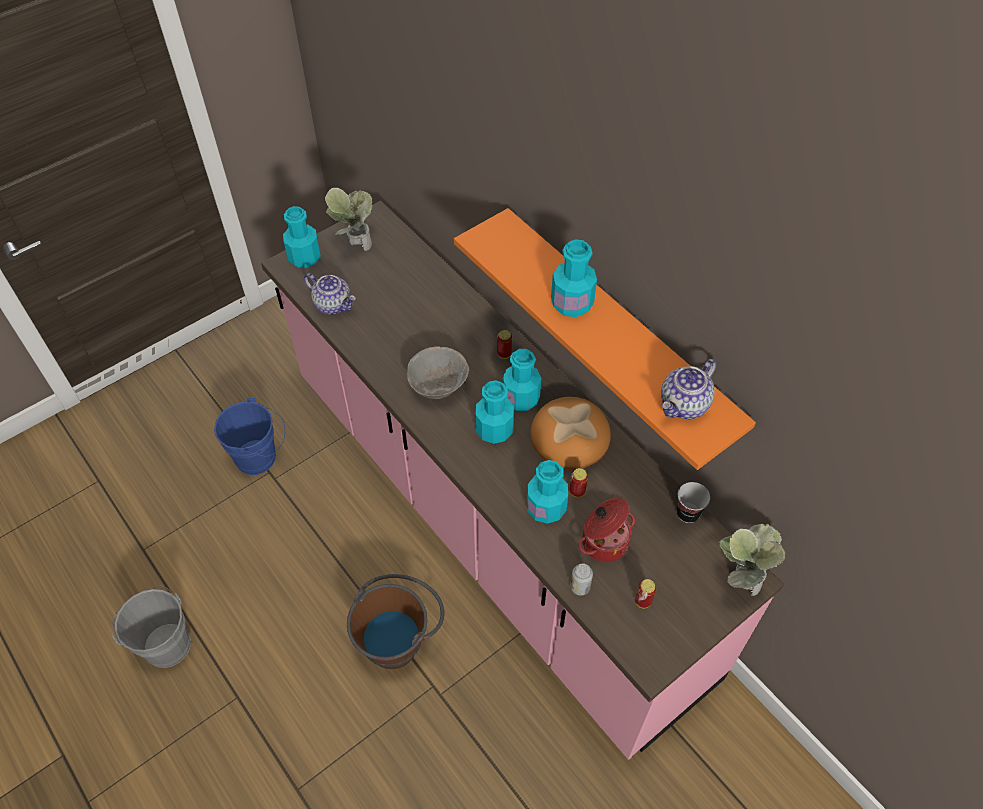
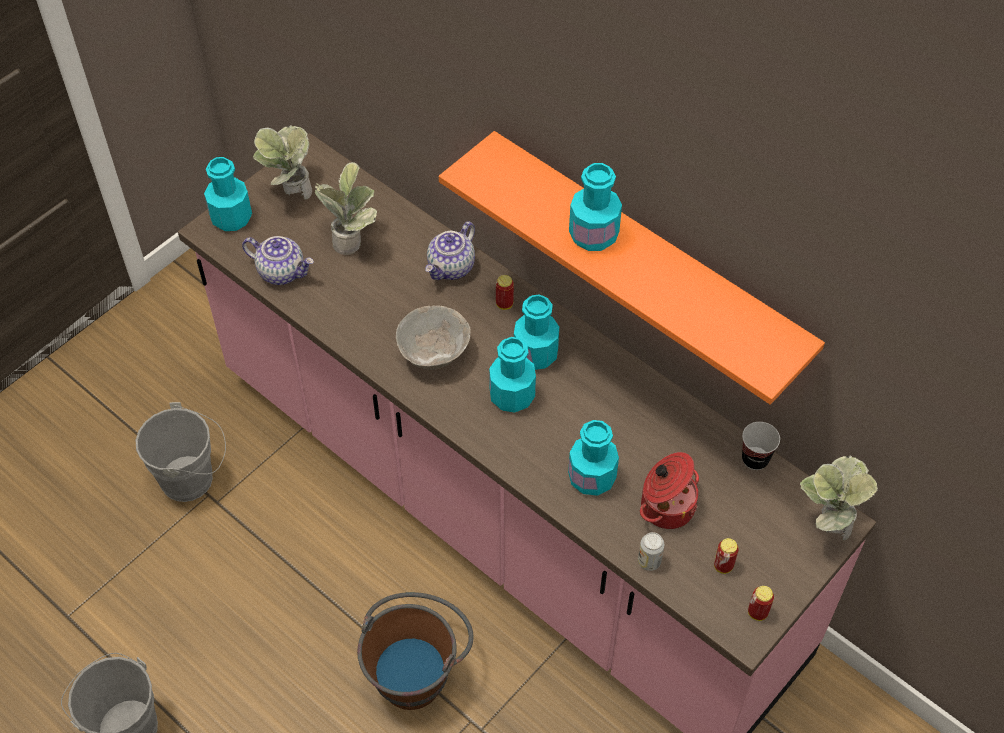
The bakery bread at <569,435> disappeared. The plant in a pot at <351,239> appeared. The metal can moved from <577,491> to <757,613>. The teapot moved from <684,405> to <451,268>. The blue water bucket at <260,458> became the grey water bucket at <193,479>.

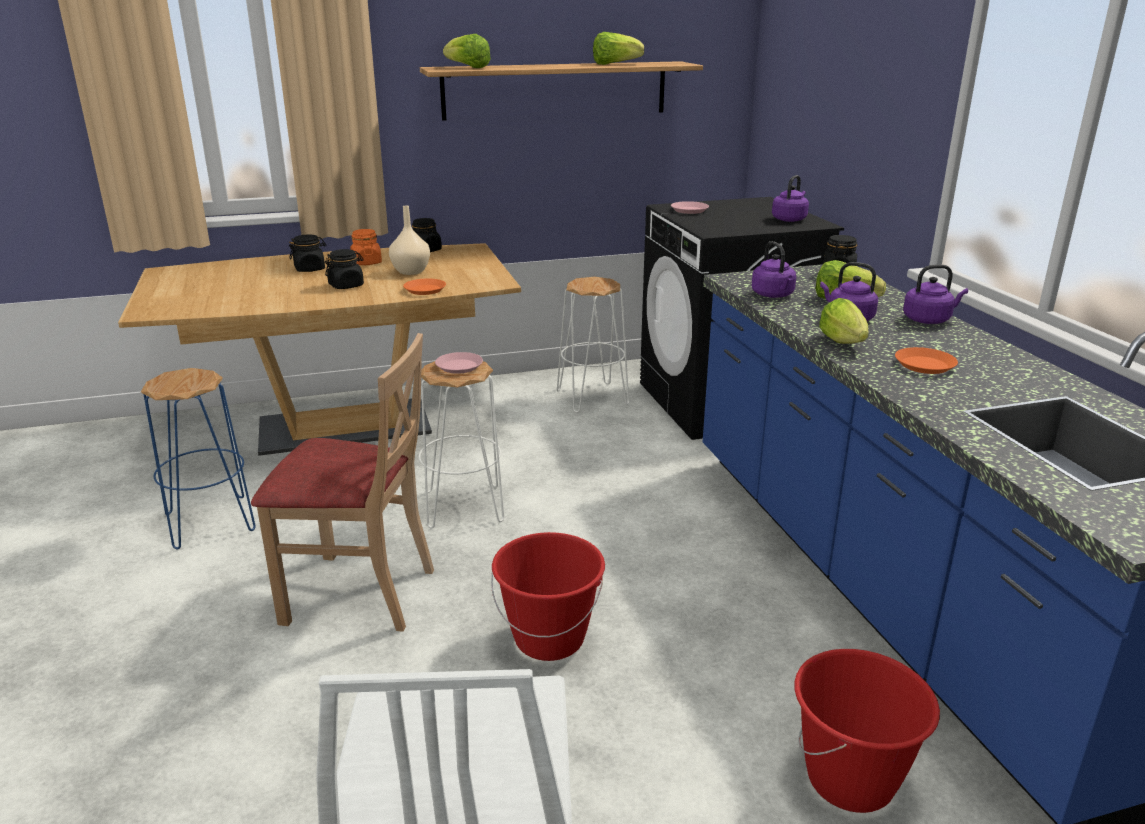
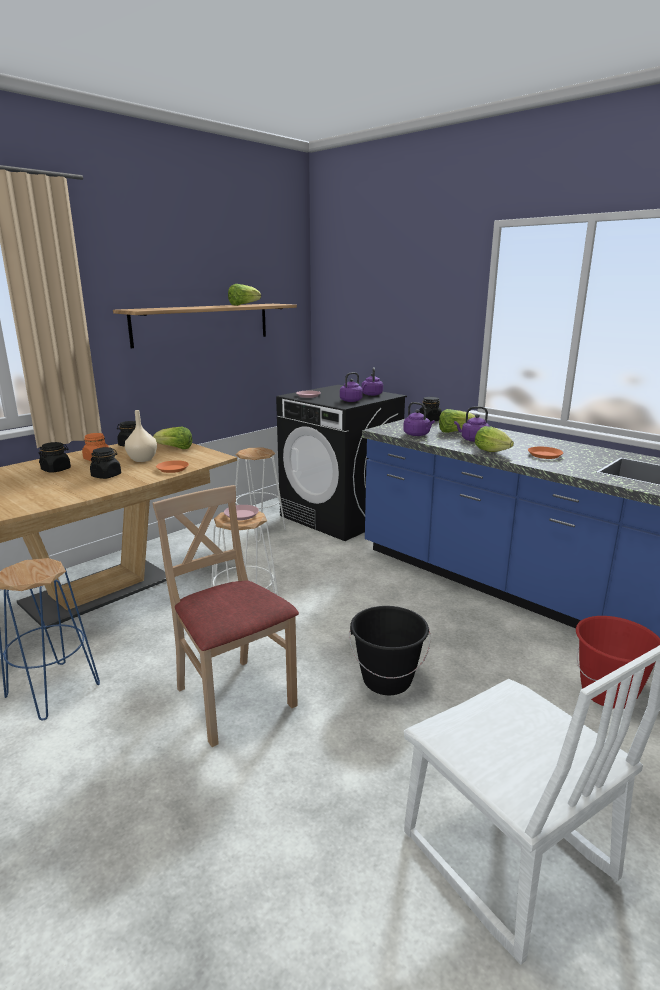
The lettuce moved from <467,67> to <175,448>. The purple kettle moved from <929,320> to <352,400>. The red-coloured water bucket at <549,639> became the blackish water bucket at <387,680>. The beige-coloured chair at <360,593> turned 105 degrees counterclockwise.

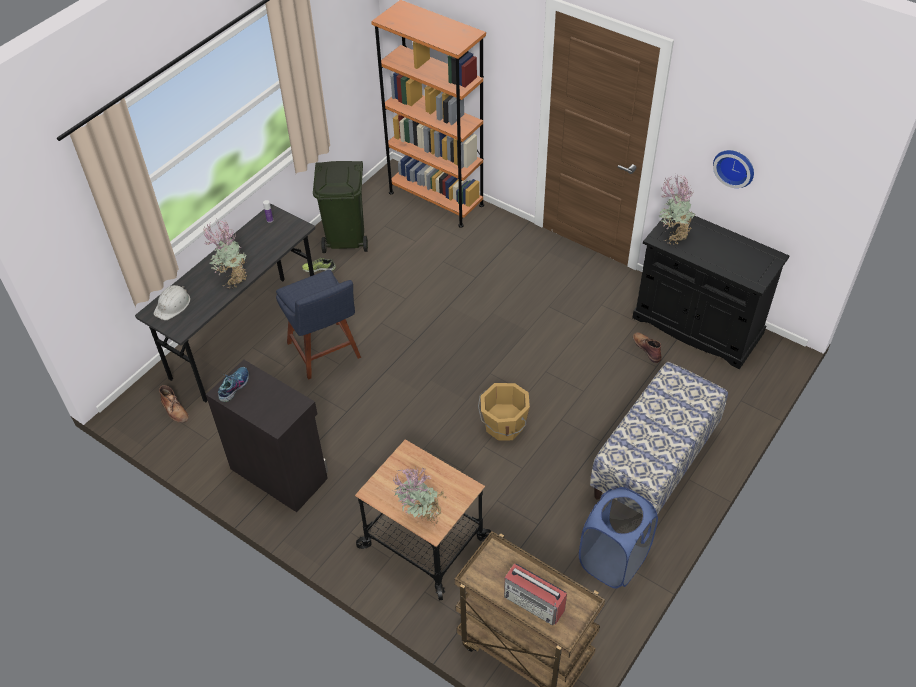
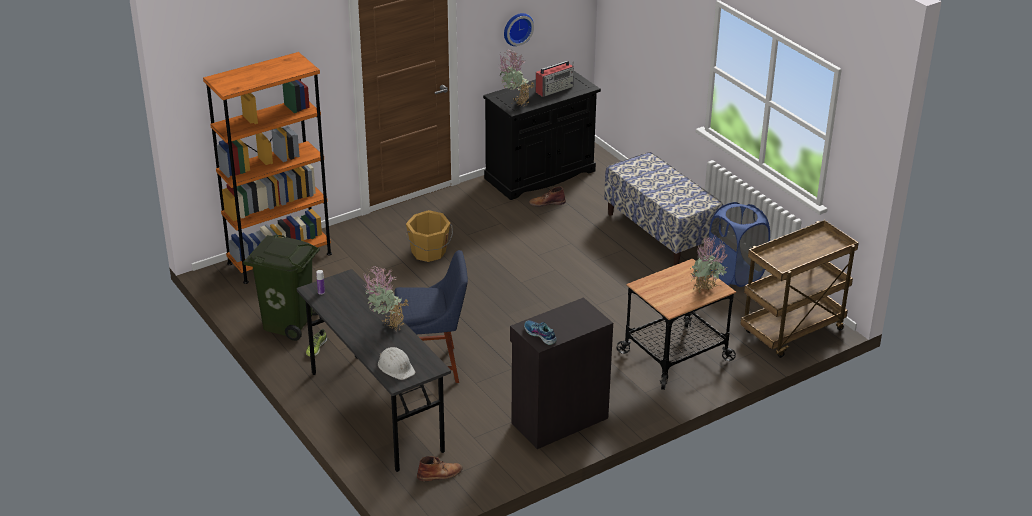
The orange water bucket moved from <503,426> to <429,252>. The radio receiver moved from <534,603> to <555,89>.

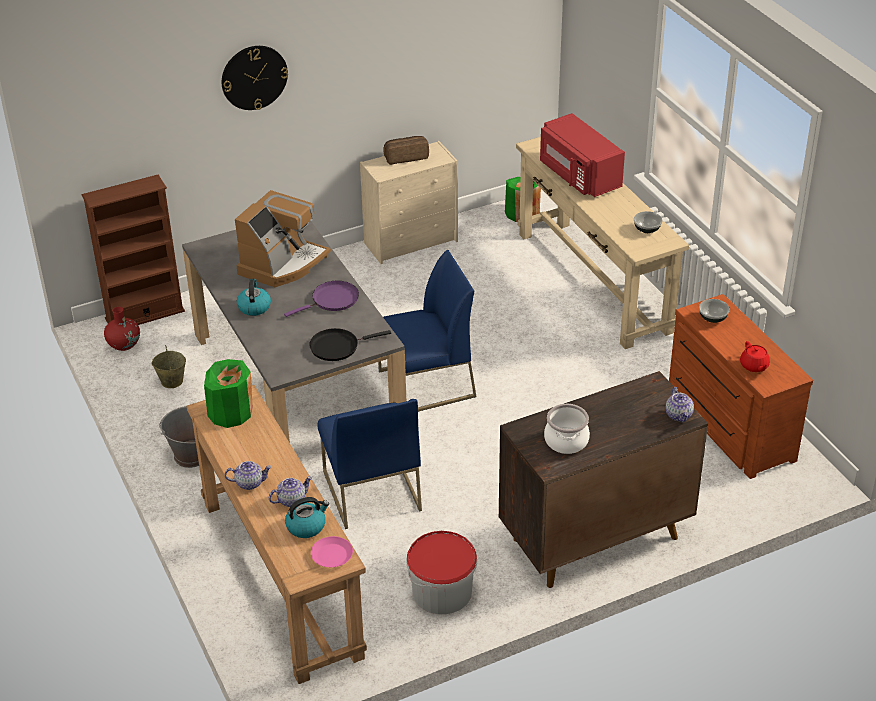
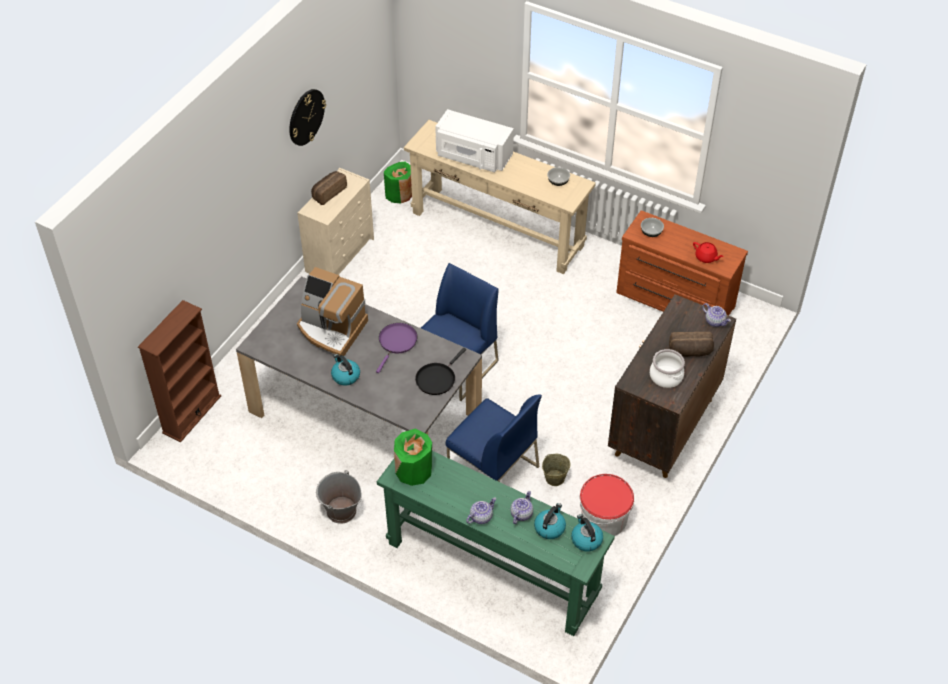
The red-coloured flower vase at <124,344> disappeared. The bakery bread at <690,352> appeared. The beige-coloured water bucket moved from <171,381> to <554,478>. The hanging clock moved from <254,77> to <306,117>. The pink-coloured plate at <331,555> was replaced by the kettle at <586,539>. The brownish hall table at <281,578> became the green-coloured hall table at <492,568>. The red-coloured microwave at <578,175> became the whitish microwave at <473,156>. The coffee machine at <283,264> turned 120 degrees clockwise.

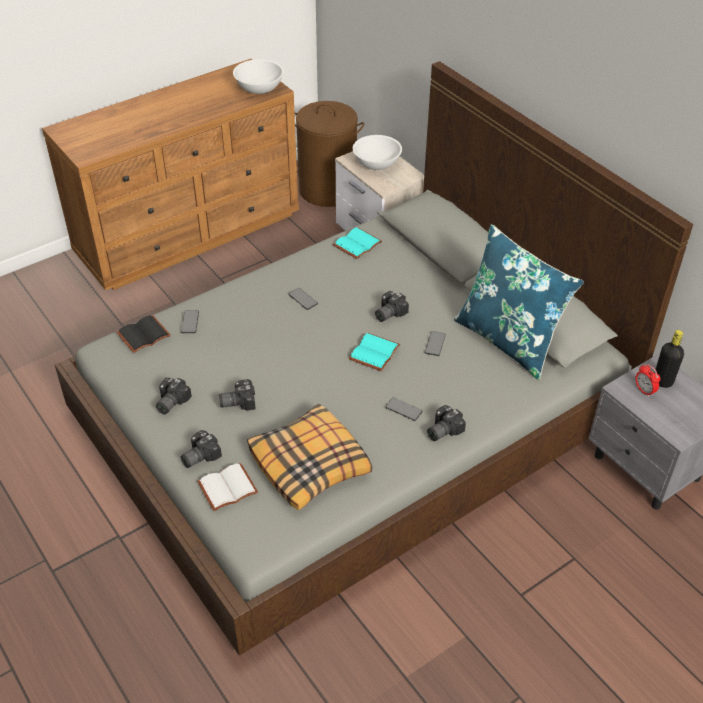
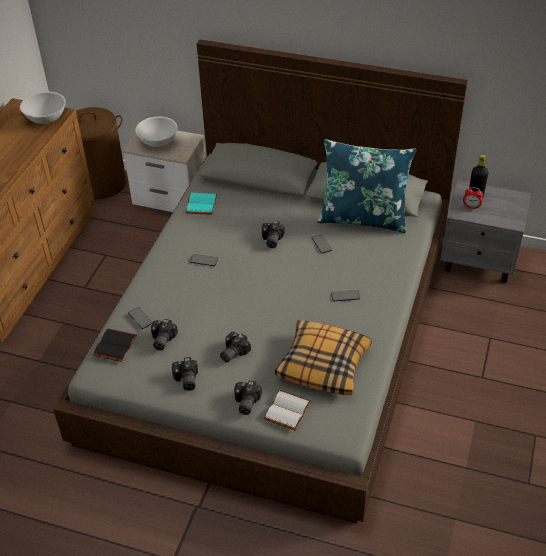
The turquoise book at <375,353> disappeared. The photo camera moved from <441,430> to <161,340>.

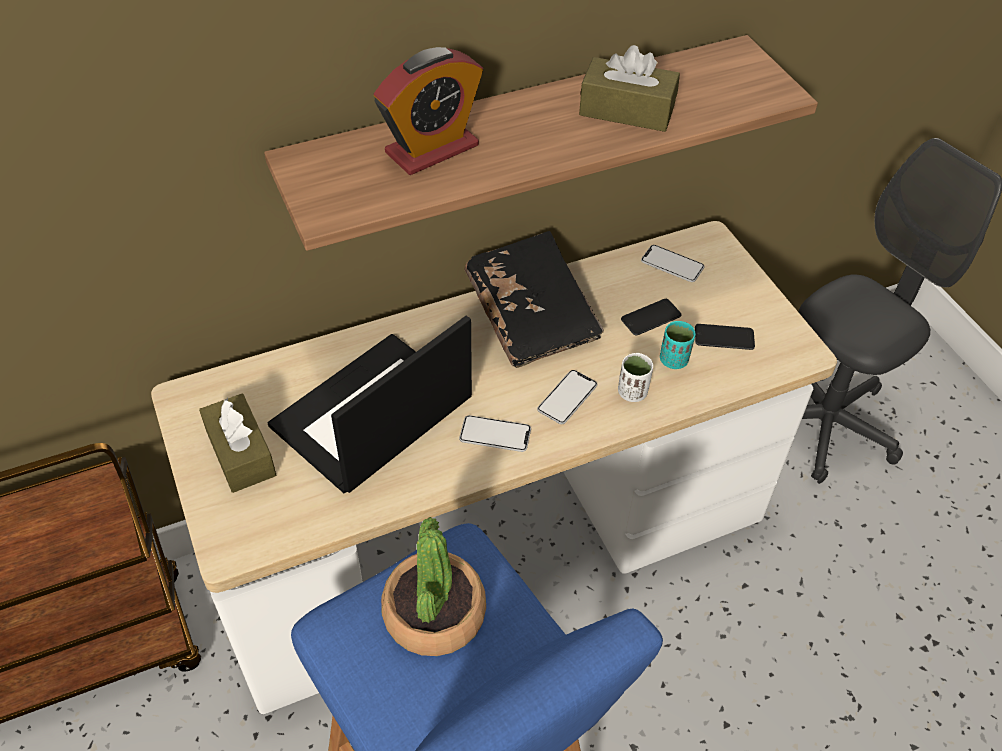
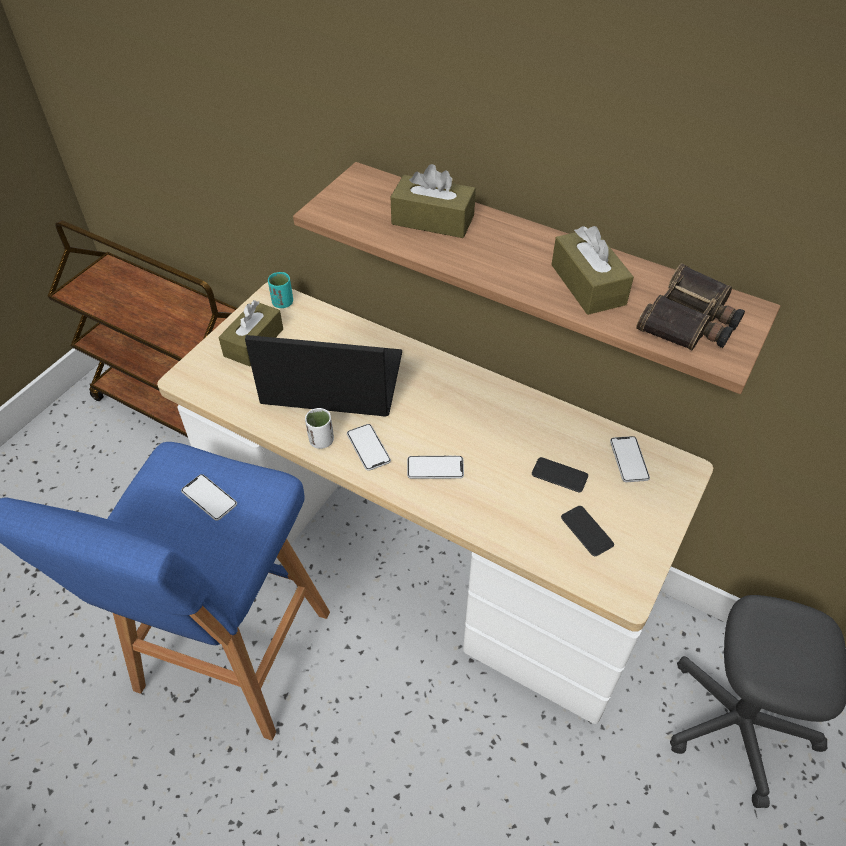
The blackish book at <531,315> disappeared. The pair of binoculars at <690,320> appeared. The whitish small cup moved from <632,392> to <321,441>. The turquoise small cup moved from <673,360> to <283,303>. The bedside clock at <432,149> was replaced by the brownish tissue holder at <433,220>. The plant in a pot at <434,613> was replaced by the telephone at <209,498>.

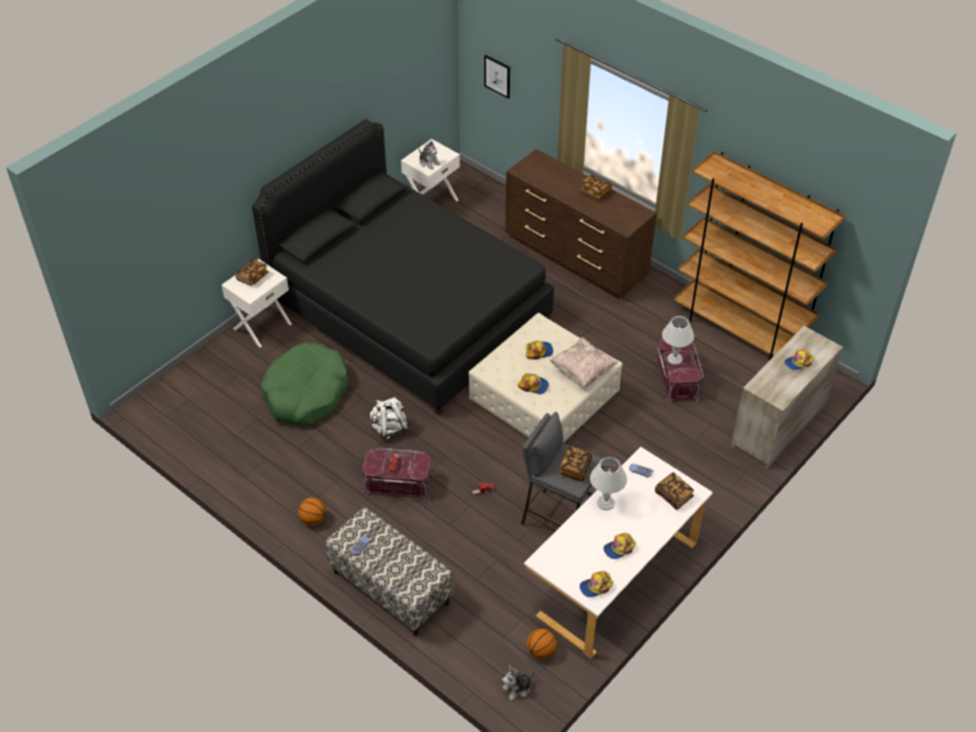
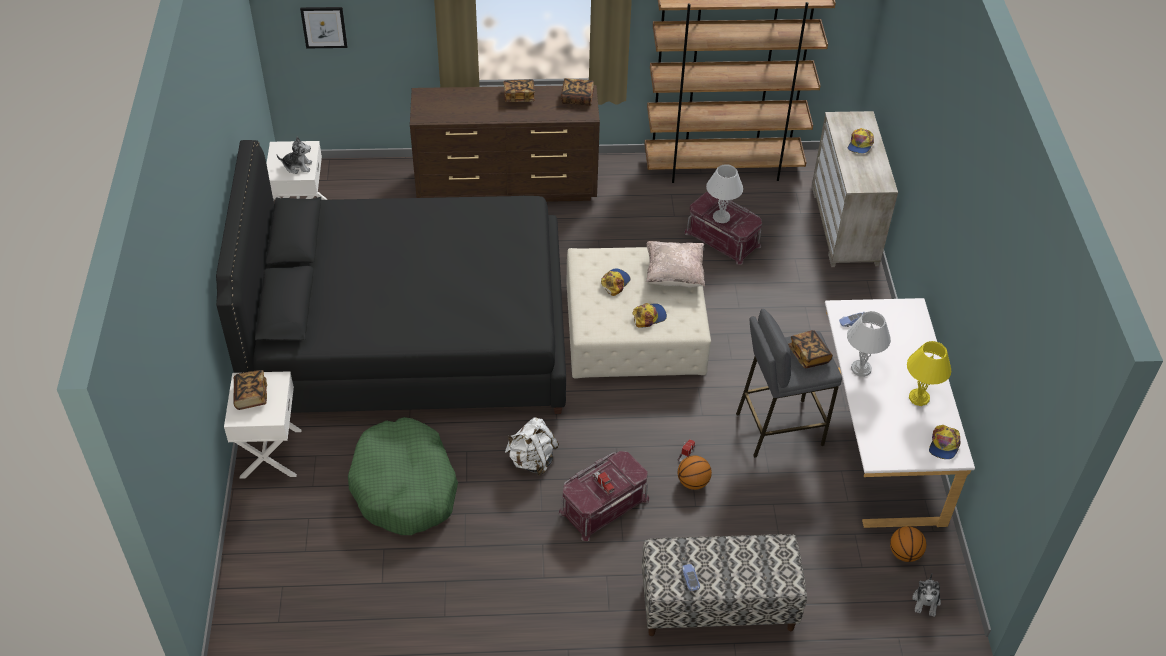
The ball for basketball moved from <313,519> to <693,482>. The book moved from <673,496> to <577,98>. The baseball cap at <619,548> was replaced by the yellow-coloured tabletop lamp at <919,398>.

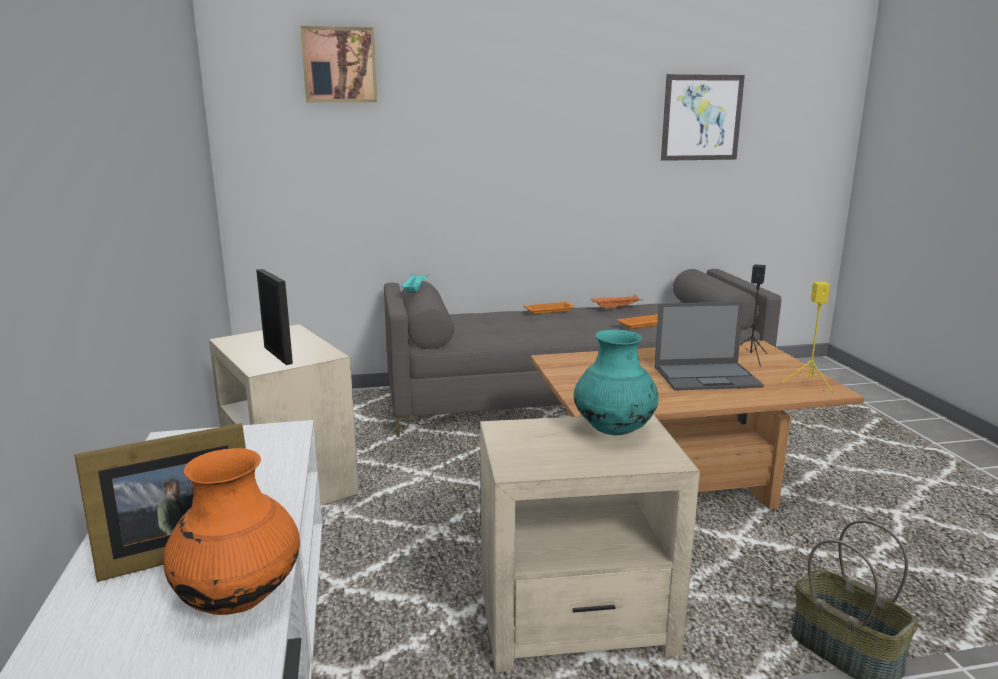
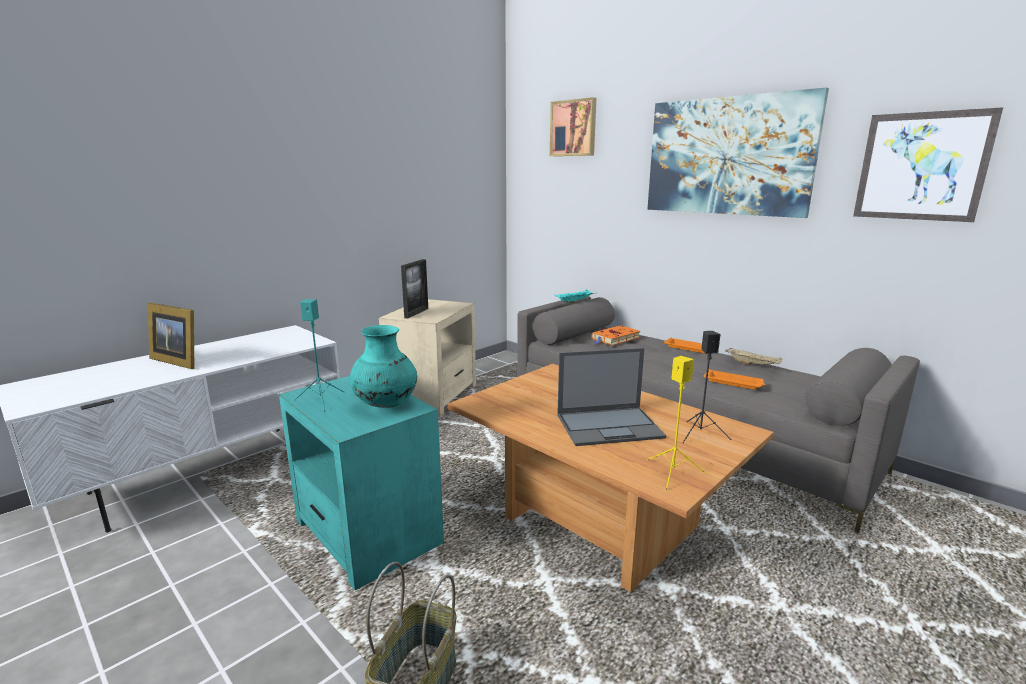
The orange flower vase at <239,599> disappeared. The turquoise audio speaker at <321,400> appeared. The orange book at <615,339> appeared. The picture at <727,156> appeared. The beige-coloured accent table at <577,620> became the turquoise accent table at <367,534>. The orange tray at <616,308> became the beige-coloured tray at <753,364>. The laptop at <707,376> turned 60 degrees counterclockwise.

